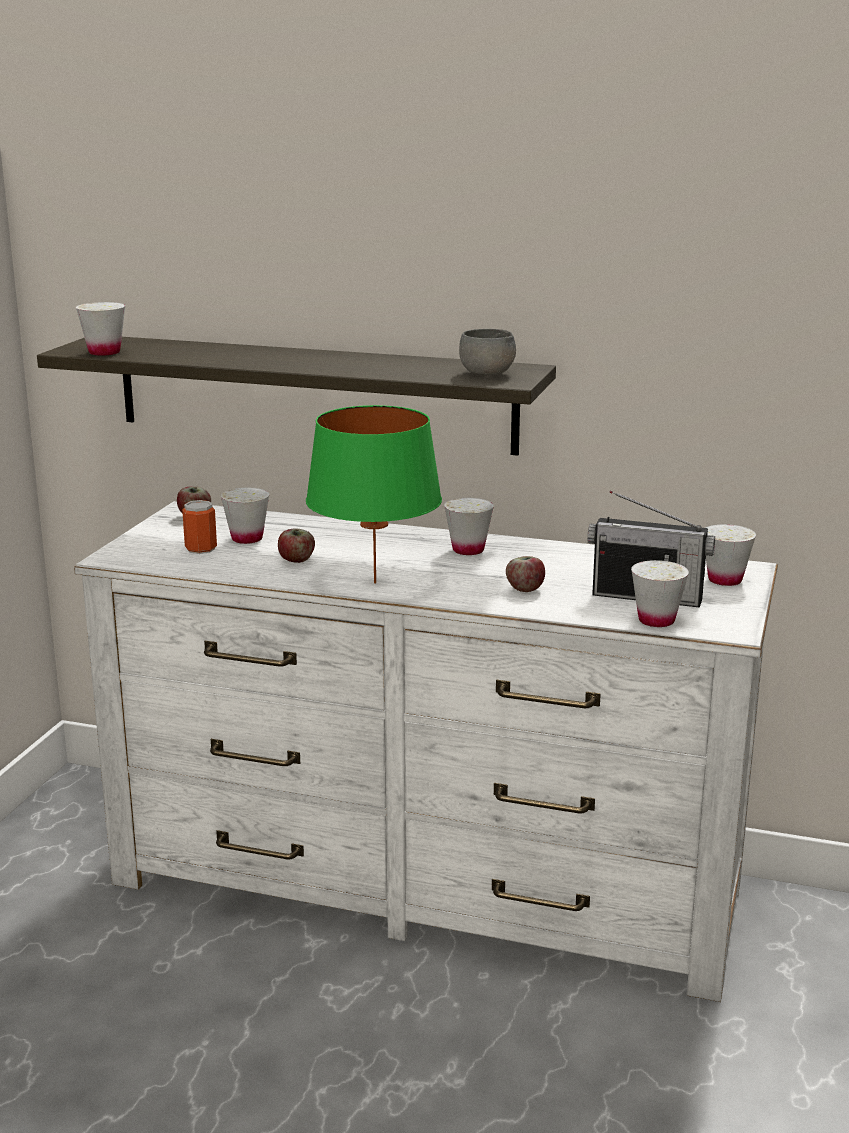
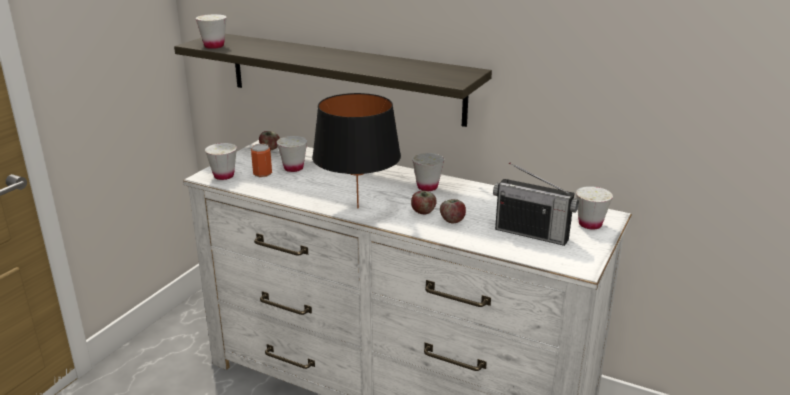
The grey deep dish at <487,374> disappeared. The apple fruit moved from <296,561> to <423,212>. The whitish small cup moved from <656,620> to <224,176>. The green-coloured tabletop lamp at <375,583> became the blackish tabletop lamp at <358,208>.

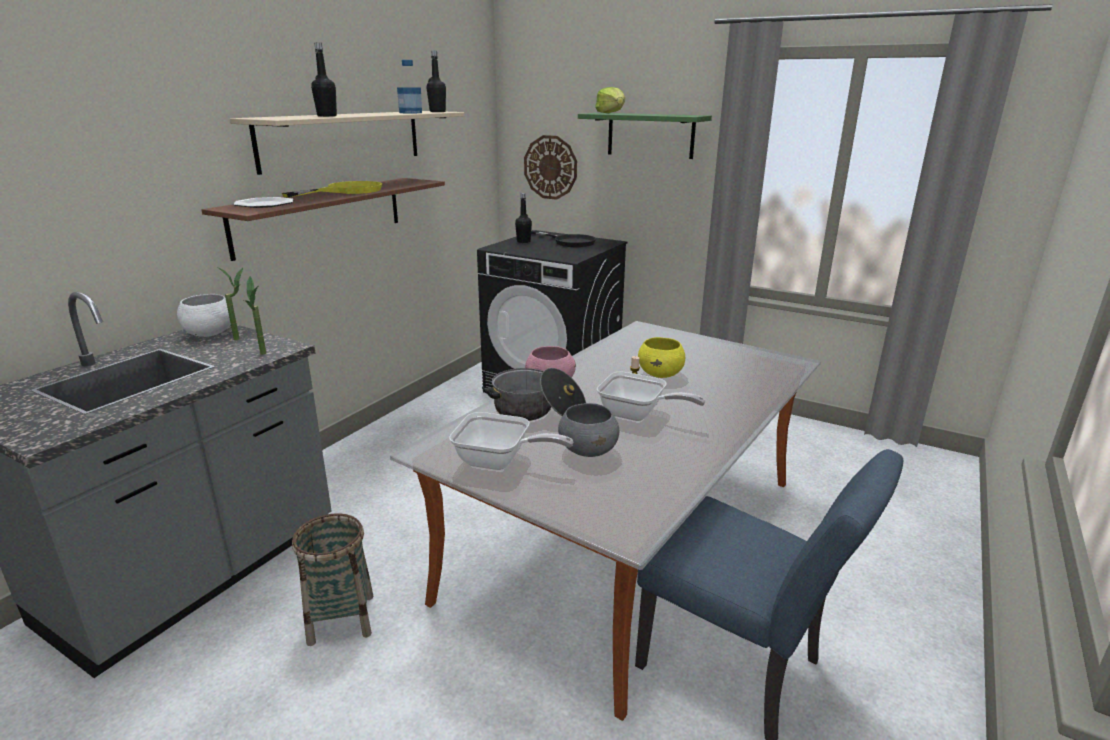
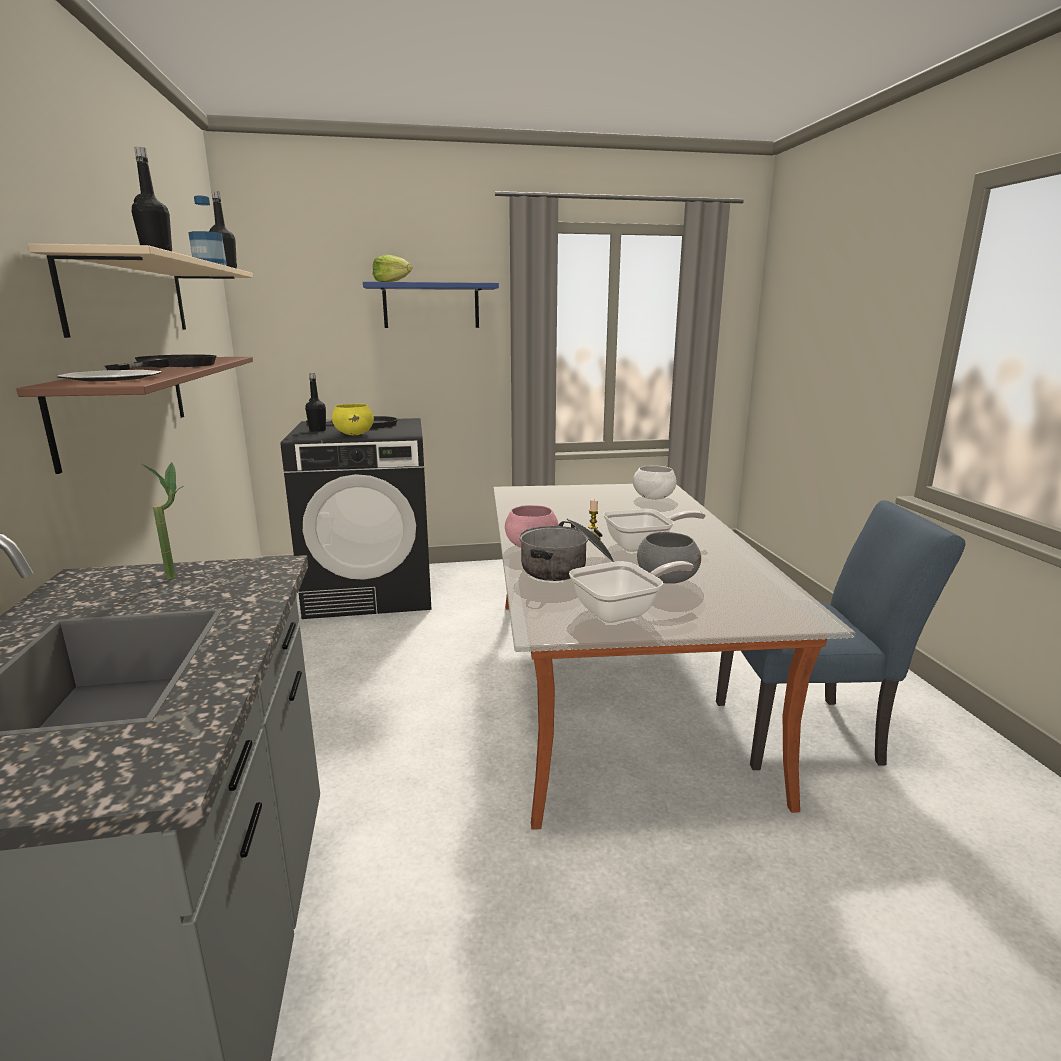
The plant in a pot at <264,355> disappeared. The basket at <341,619> disappeared. The hanging clock at <550,167> disappeared. The whitish deep dish moved from <209,334> to <653,498>. The yellow-coloured deep dish moved from <660,374> to <354,434>. The yellow-coloured frying pan at <346,191> became the blackish frying pan at <169,366>. The green-coloured wall shelf at <650,135> became the blue wall shelf at <431,306>.

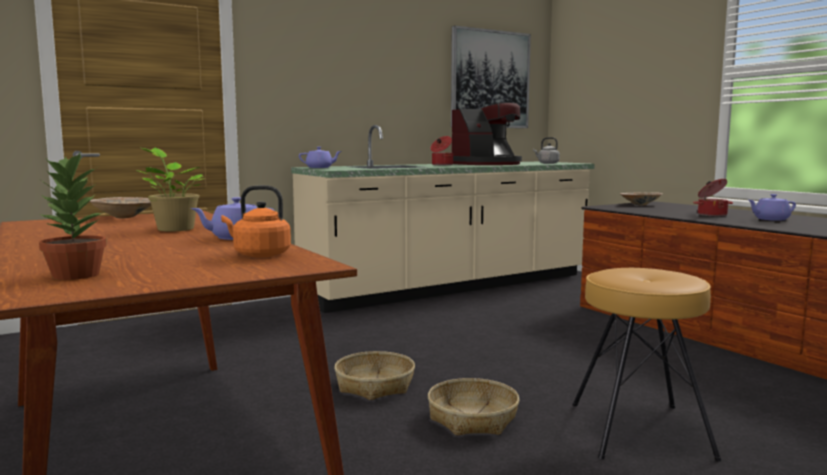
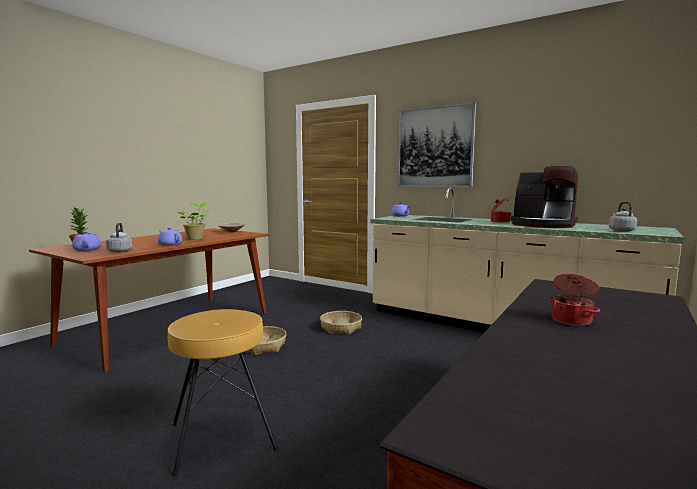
The beige-coloured deep dish at <639,205> disappeared. The basket moved from <473,418> to <341,328>. The picture moved from <490,79> to <435,147>. The purple teapot moved from <770,219> to <87,250>. The orange kettle at <259,255> became the grey kettle at <120,251>.

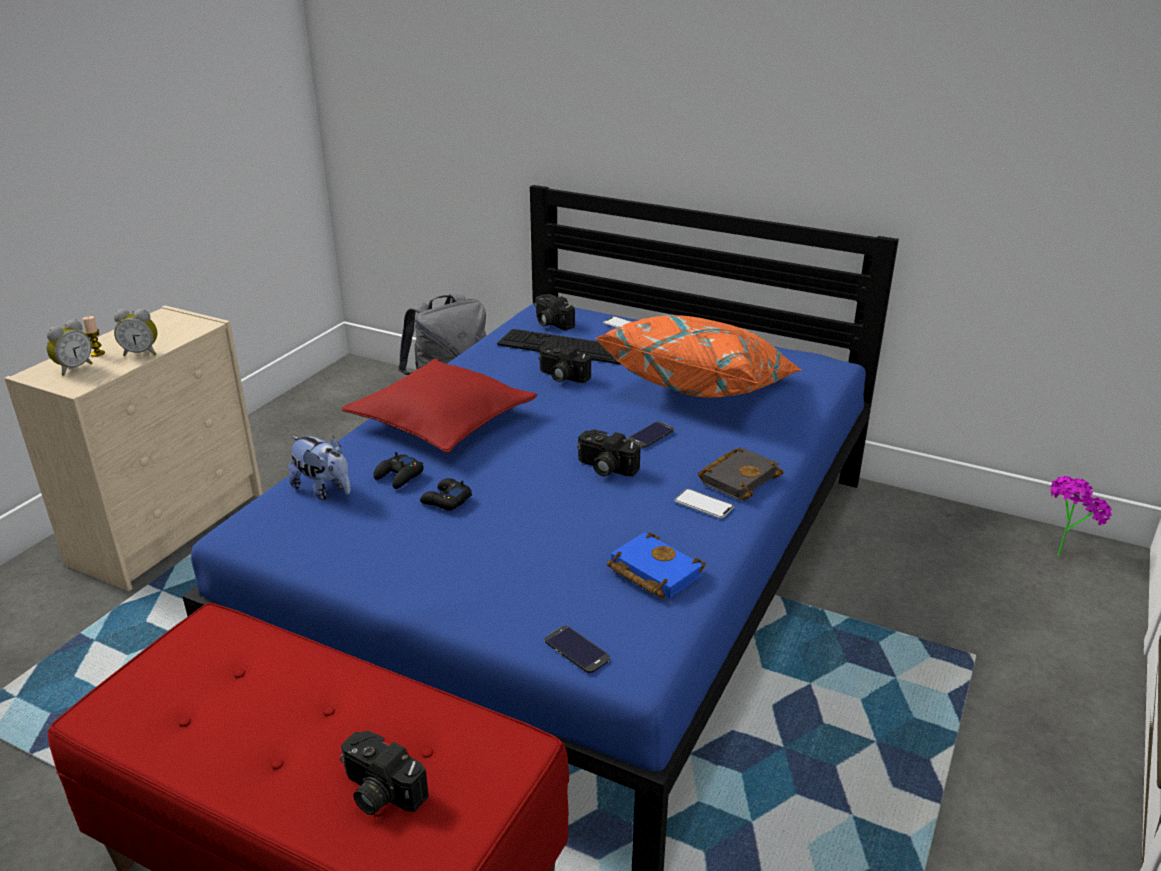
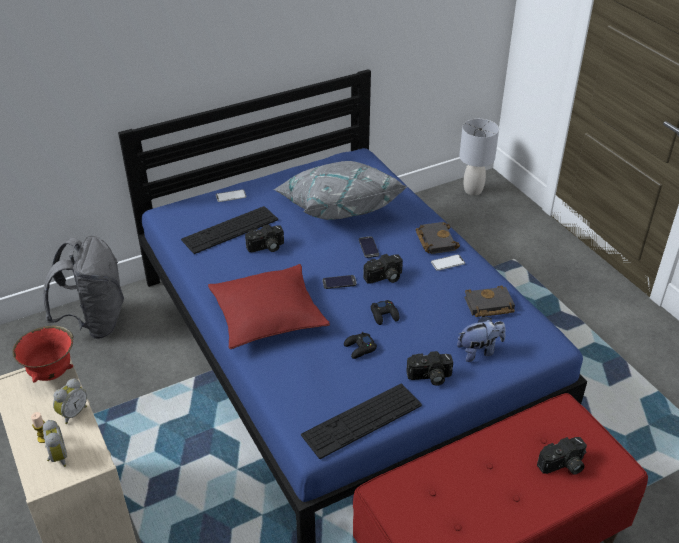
The red-coloured deep dish at <52,373> appeared. The computer keyboard at <362,420> appeared. The cuddly toy moved from <324,490> to <479,351>. The blackish game controller moved from <399,476> to <384,315>. The photo camera moved from <550,323> to <429,377>. The telephone moved from <576,650> to <339,282>. The plant in a pot at <1062,551> was replaced by the grey tabletop lamp at <472,190>. The orange throw pillow at <701,388> became the grey throw pillow at <337,207>. The blue book at <651,572> became the blackish book at <488,306>.

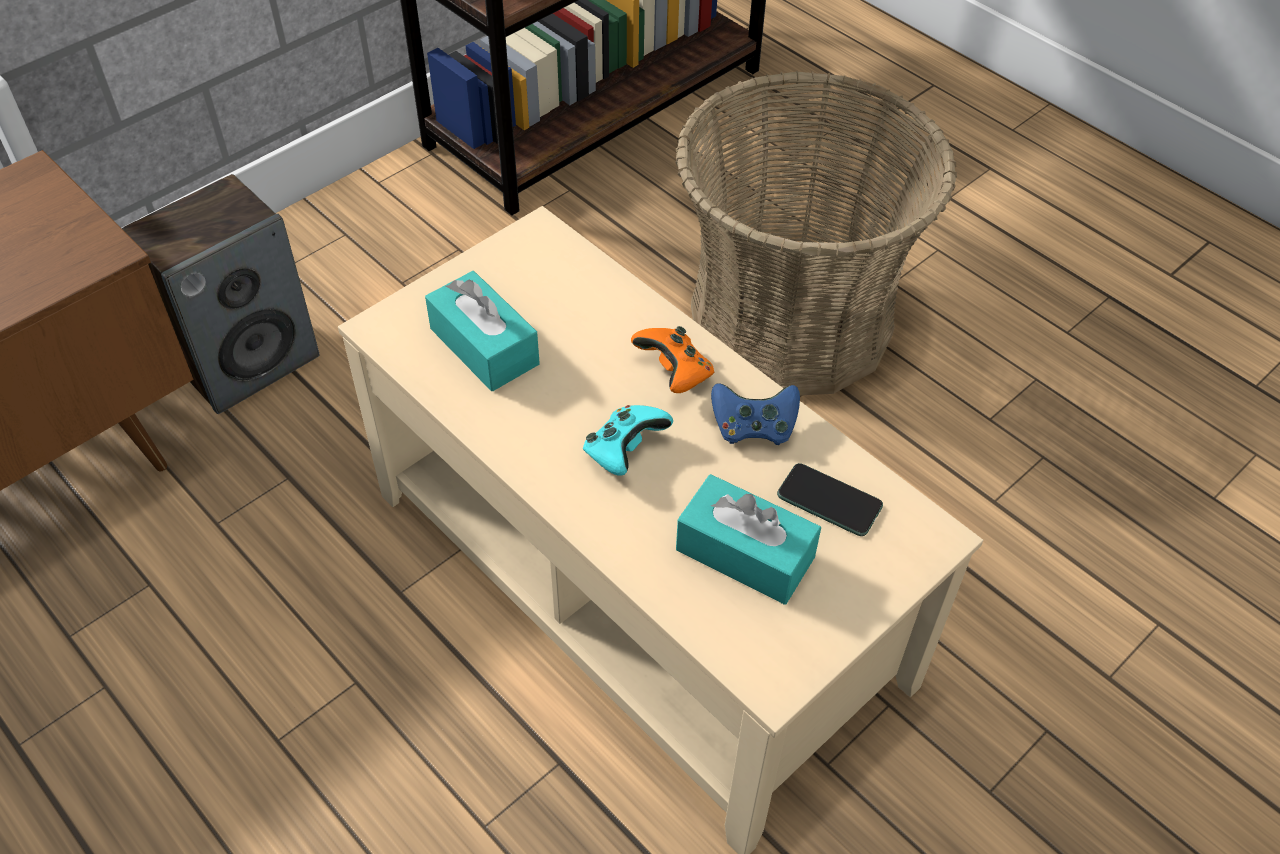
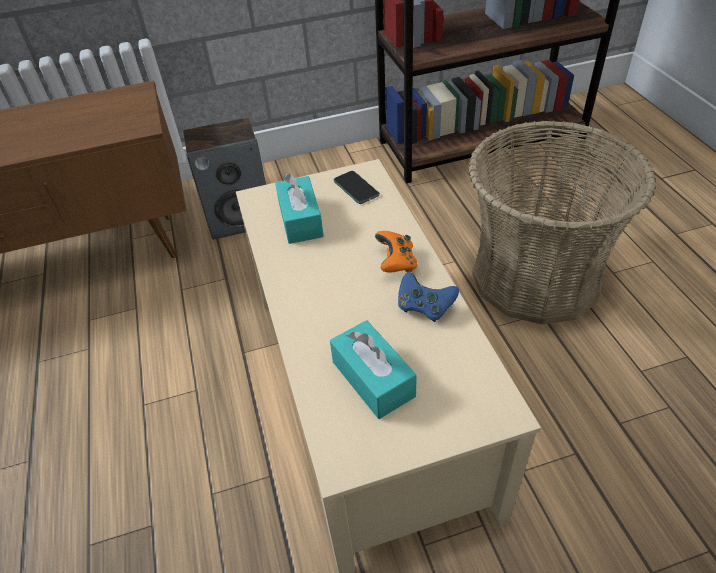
The turquoise game controller at <624,451> disappeared. The telephone moved from <829,501> to <356,188>.

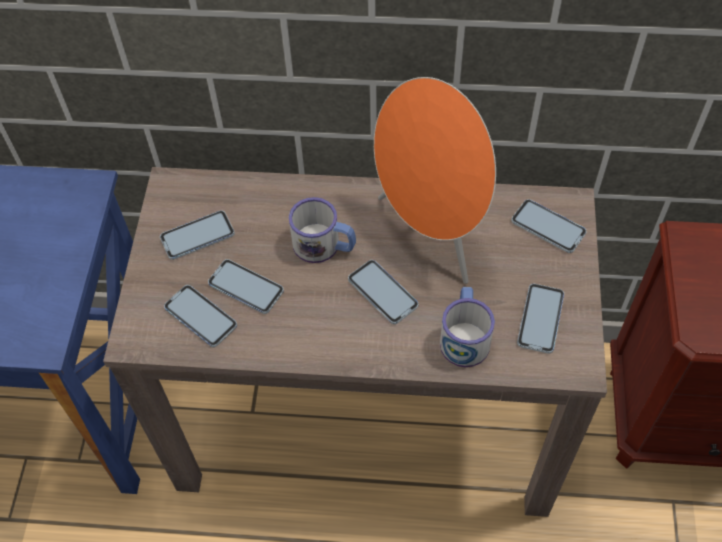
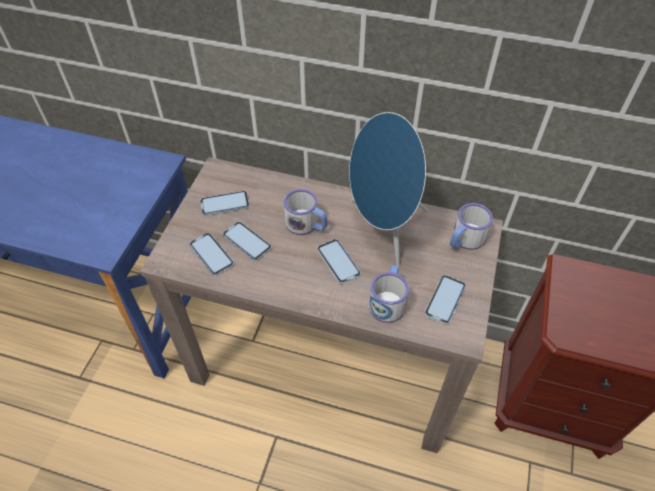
The telephone at <548,227> was replaced by the coffee mug at <464,240>. The orange audio speaker at <433,232> became the blue audio speaker at <383,229>.

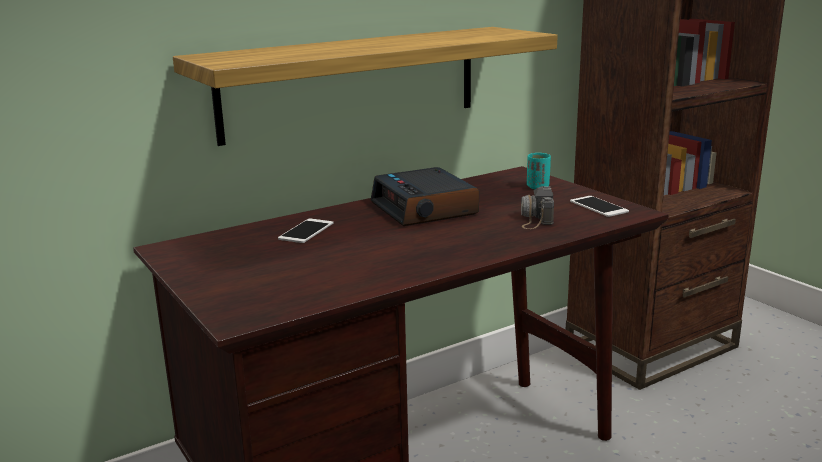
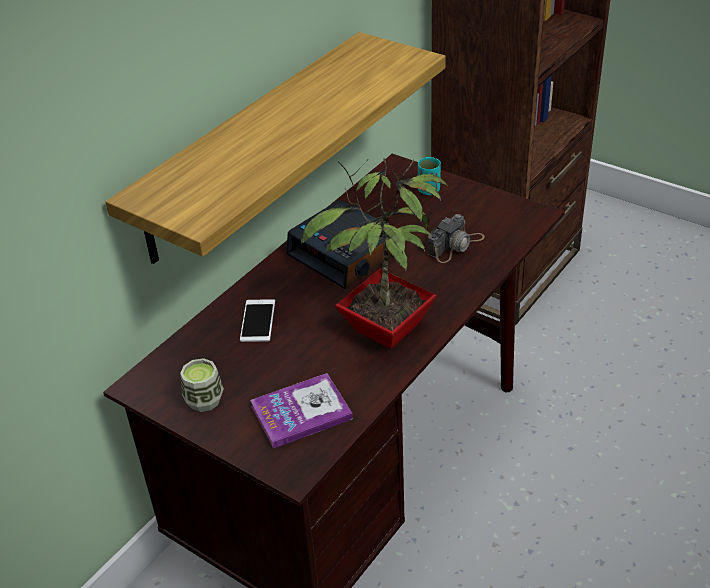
The telephone at <598,206> disappeared. The small cup at <204,400> appeared. The book at <301,412> appeared. The plant in a pot at <384,332> appeared. The photo camera at <535,218> turned 120 degrees counterclockwise.

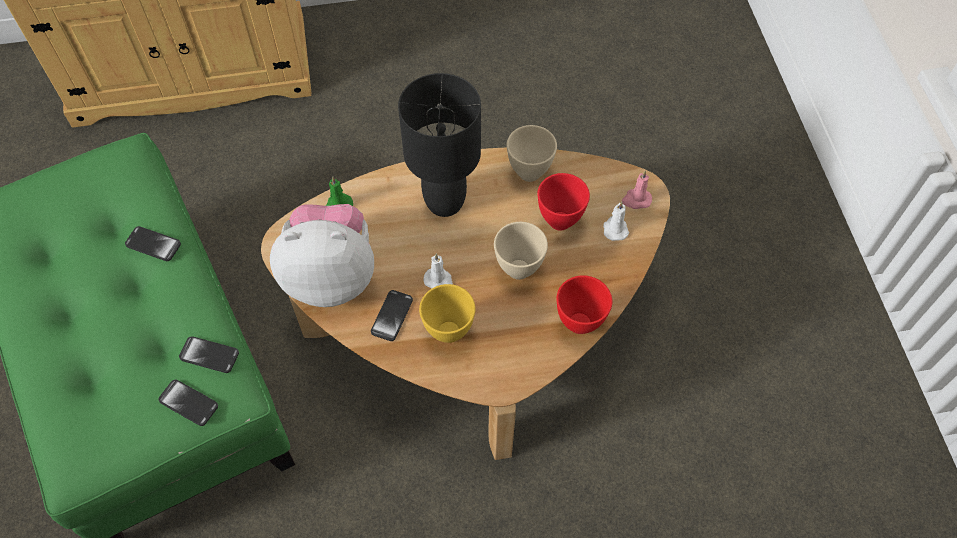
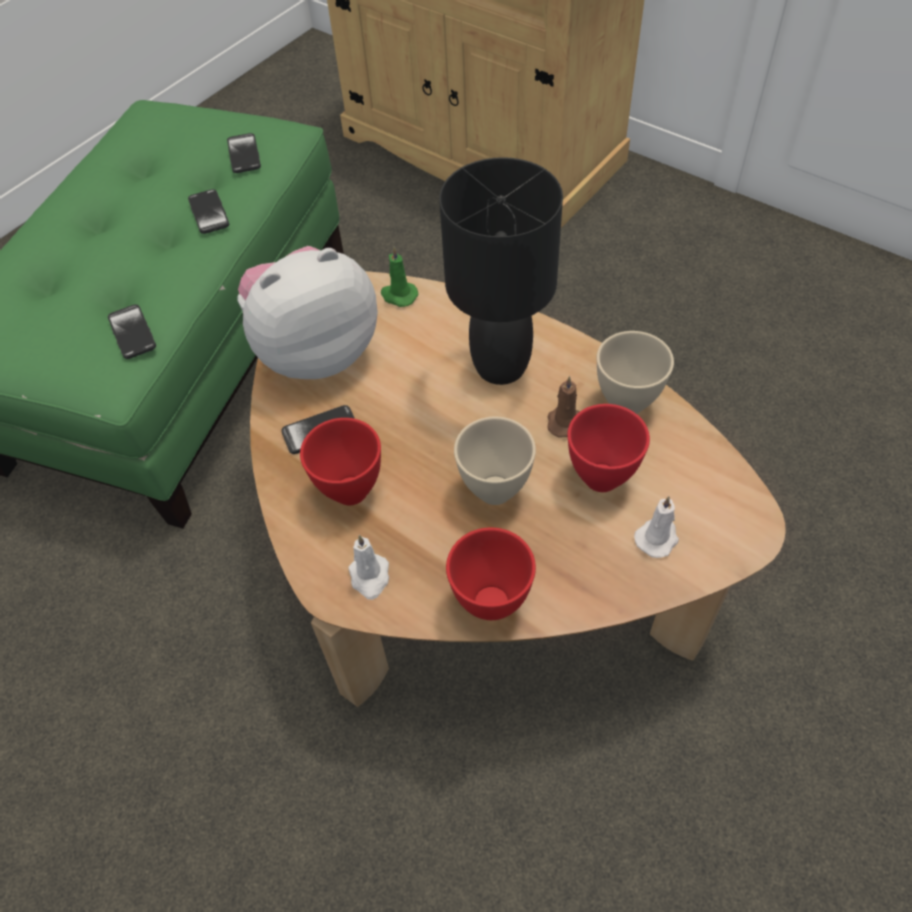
The pink-coloured candle at <636,200> disappeared. The brownish candle at <564,421> appeared. The telephone moved from <188,403> to <244,154>. The whitish candle moved from <439,281> to <370,577>. The yellow-coloured deep dish at <447,332> became the red-coloured deep dish at <349,490>. The cuddly toy at <331,276> turned 75 degrees counterclockwise.

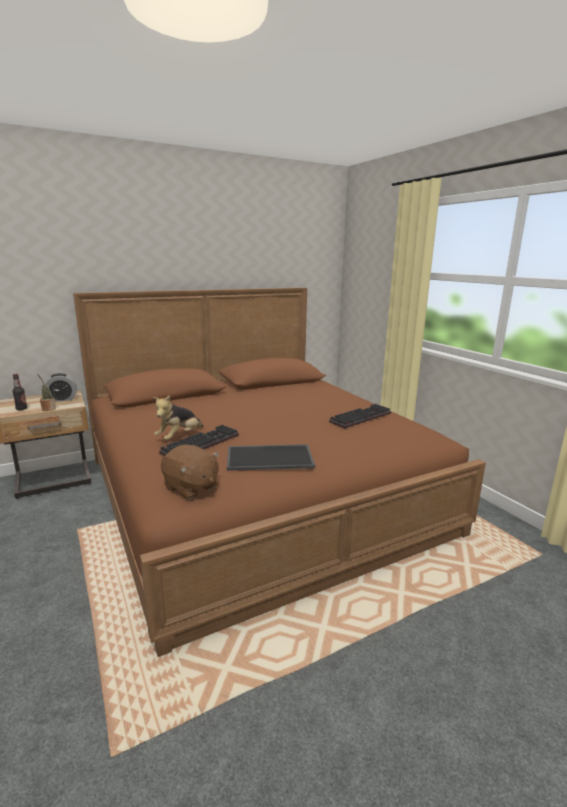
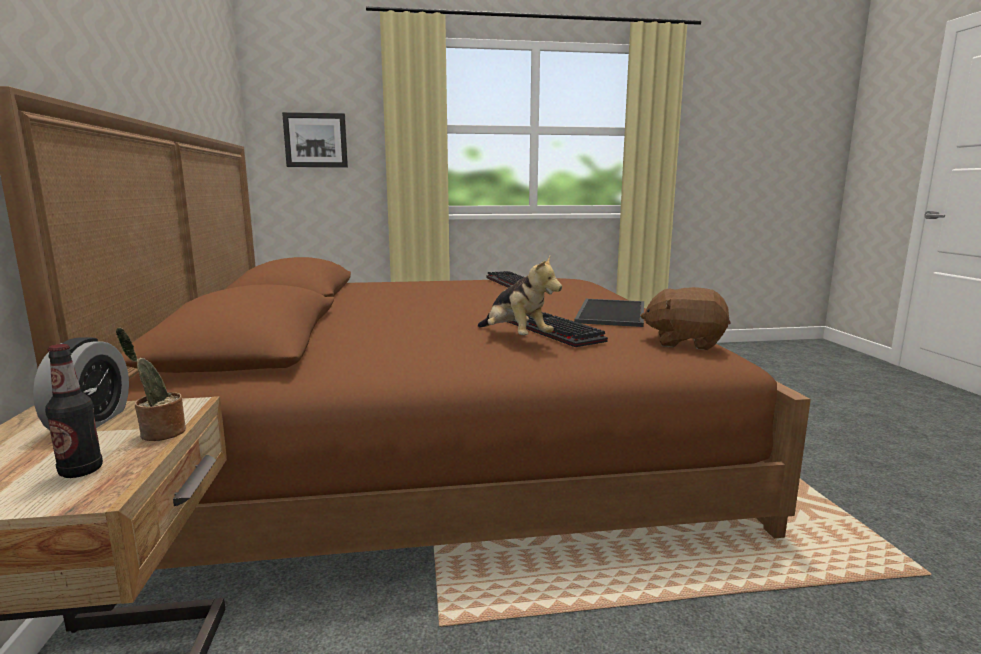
The picture at <316,140> appeared. The brownish cuddly toy at <191,487> turned 135 degrees counterclockwise.

